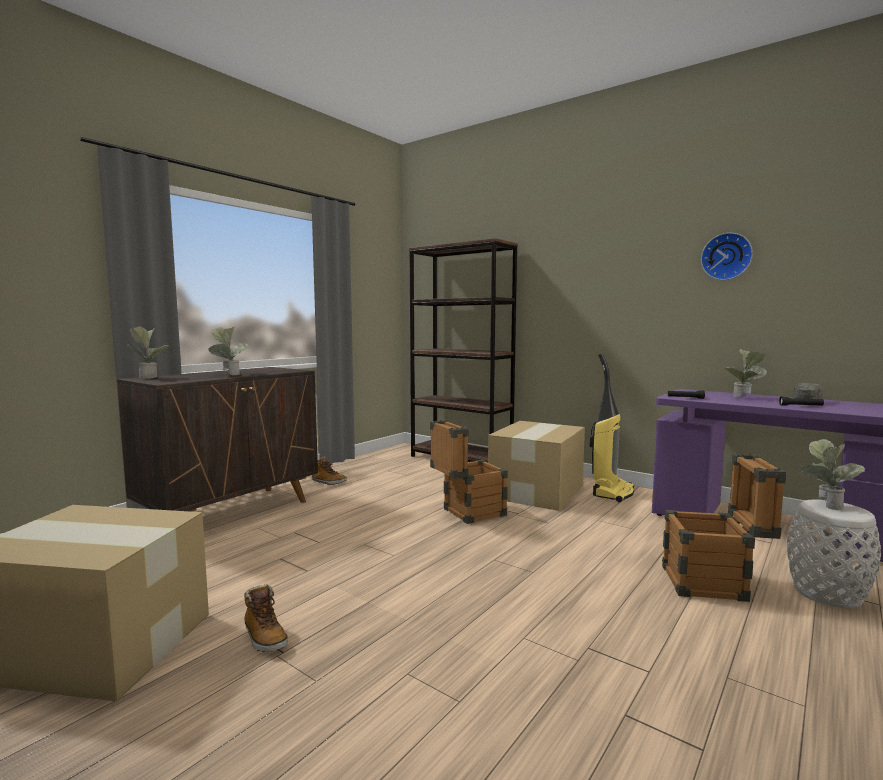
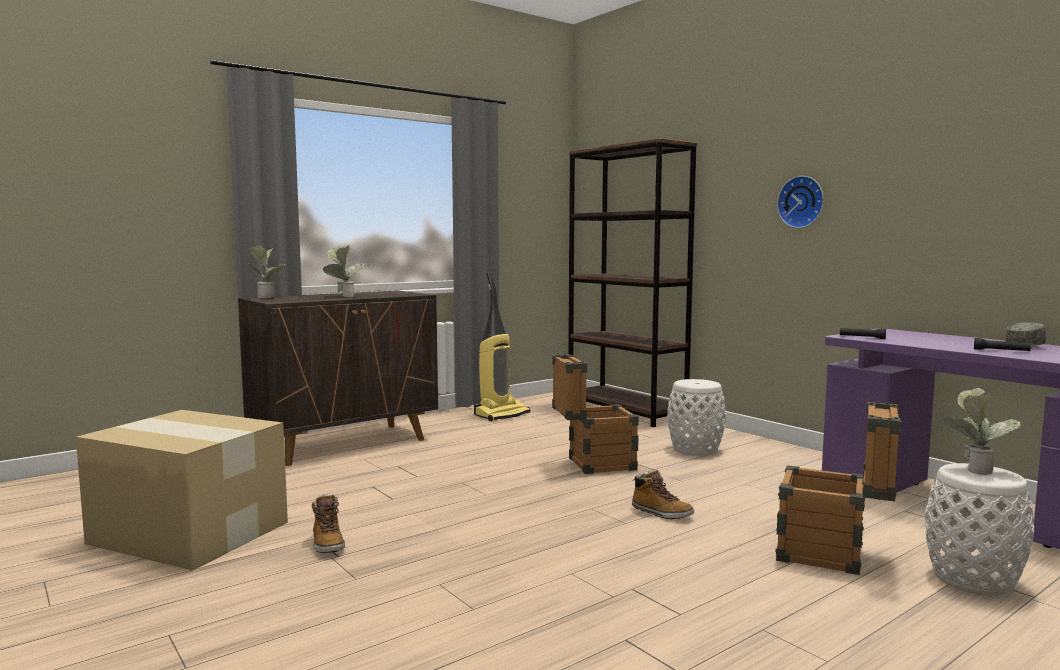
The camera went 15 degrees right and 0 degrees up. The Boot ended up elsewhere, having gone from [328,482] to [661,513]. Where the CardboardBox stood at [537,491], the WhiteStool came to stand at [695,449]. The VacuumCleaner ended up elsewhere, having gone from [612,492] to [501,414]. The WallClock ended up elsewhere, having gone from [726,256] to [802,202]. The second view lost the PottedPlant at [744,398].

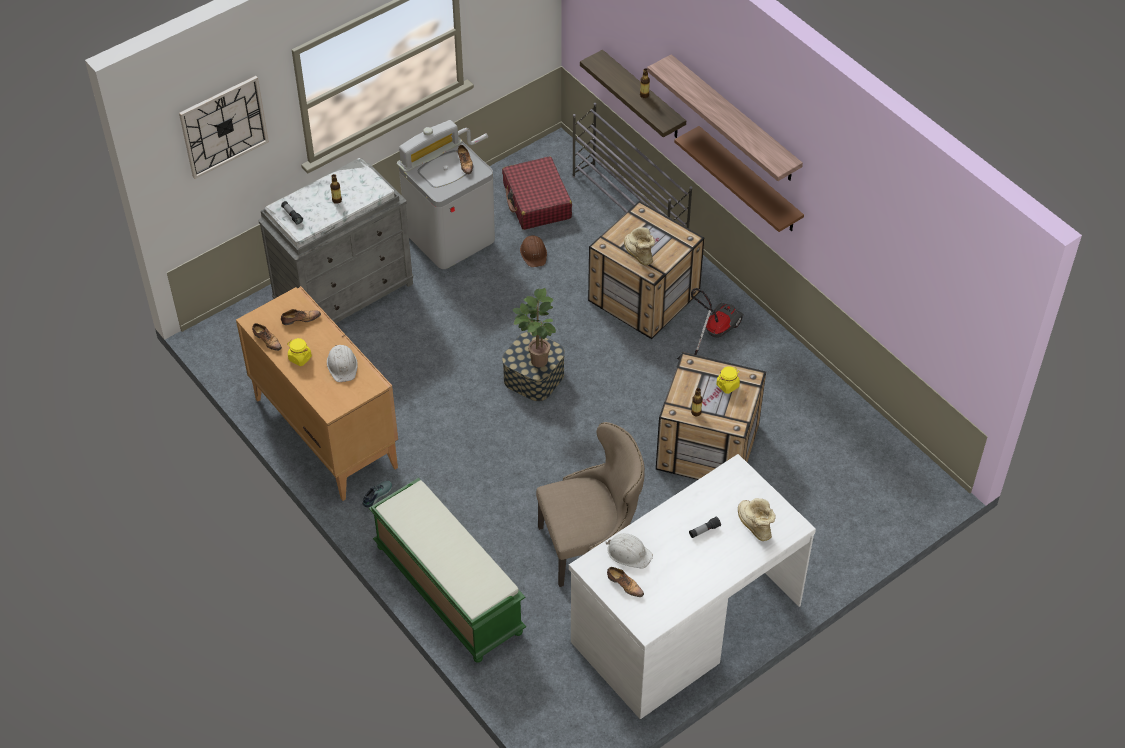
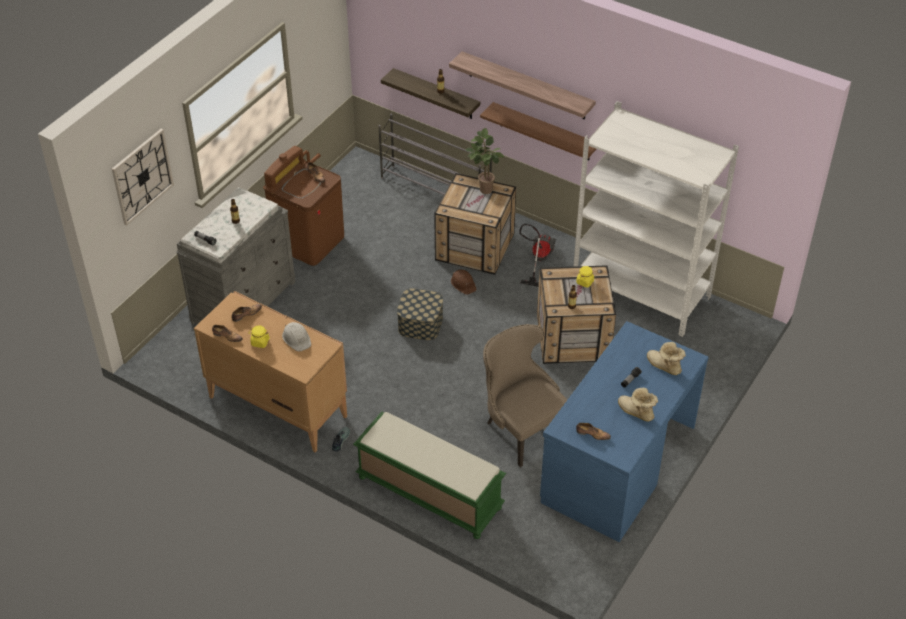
The camera went 20 degrees left and 5 degrees down. What was the GreyWashingMachine at [451,237] turned into the BrownWashingMachine at [309,241]. The second view lost the RedSuitcase at [537,202]. The PottedPlant ended up elsewhere, having gone from [537,359] to [483,189]. The BrownHardHat ended up elsewhere, having gone from [534,253] to [463,284]. The BeigeChair at [590,545] ended up facing another way, 90 degrees counterclockwise from before. What was the WhiteDesk at [684,622] turned into the BlueDesk at [617,464]. The second view lost the WhiteHardHat at [629,553]. The Boot ended up elsewhere, having gone from [638,254] to [636,413]. The second view gained the WhiteBookcase at [641,293].

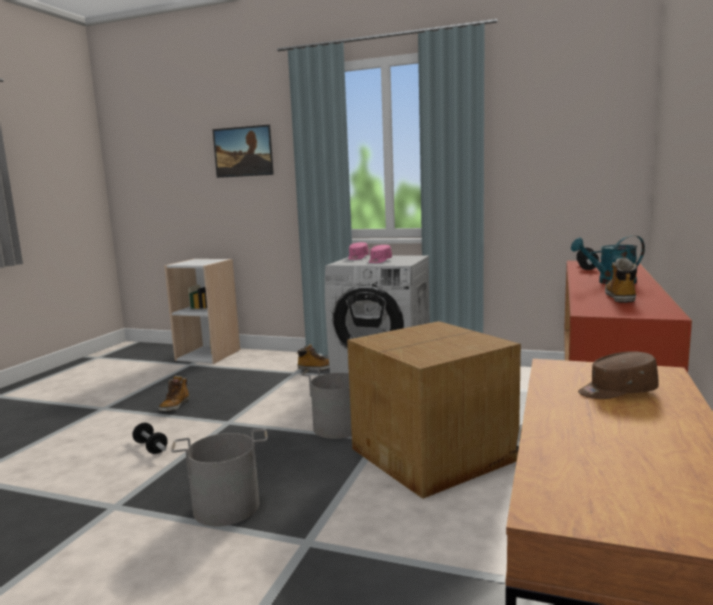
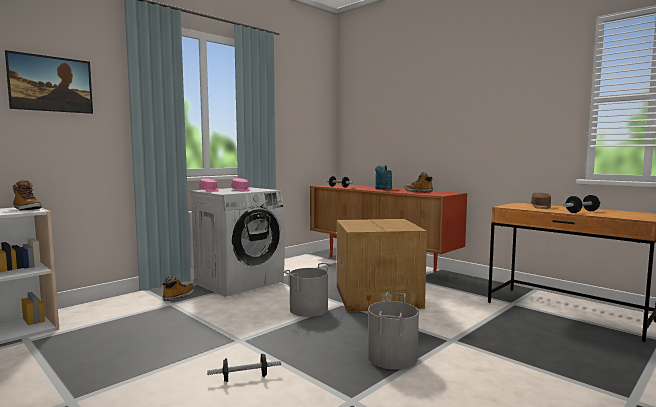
The camera went 65 degrees left and 5 degrees down. The Boot ended up elsewhere, having gone from [175,406] to [27,209]. The second view gained the Dumbbell at [582,212].

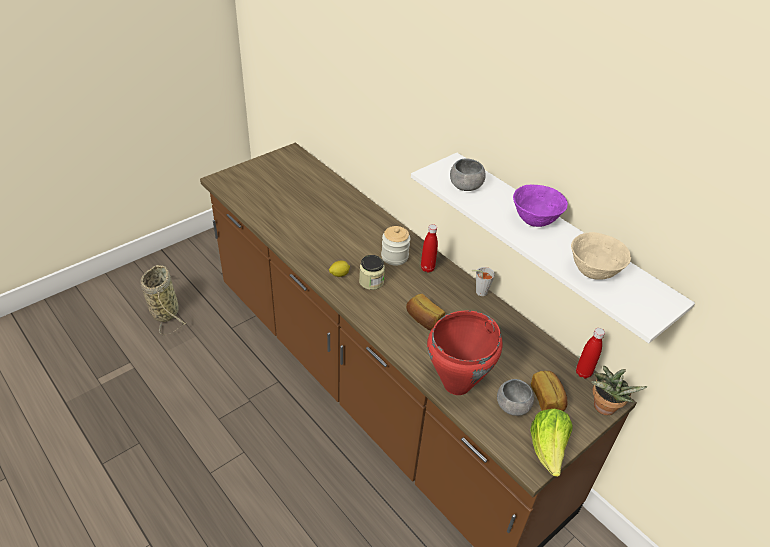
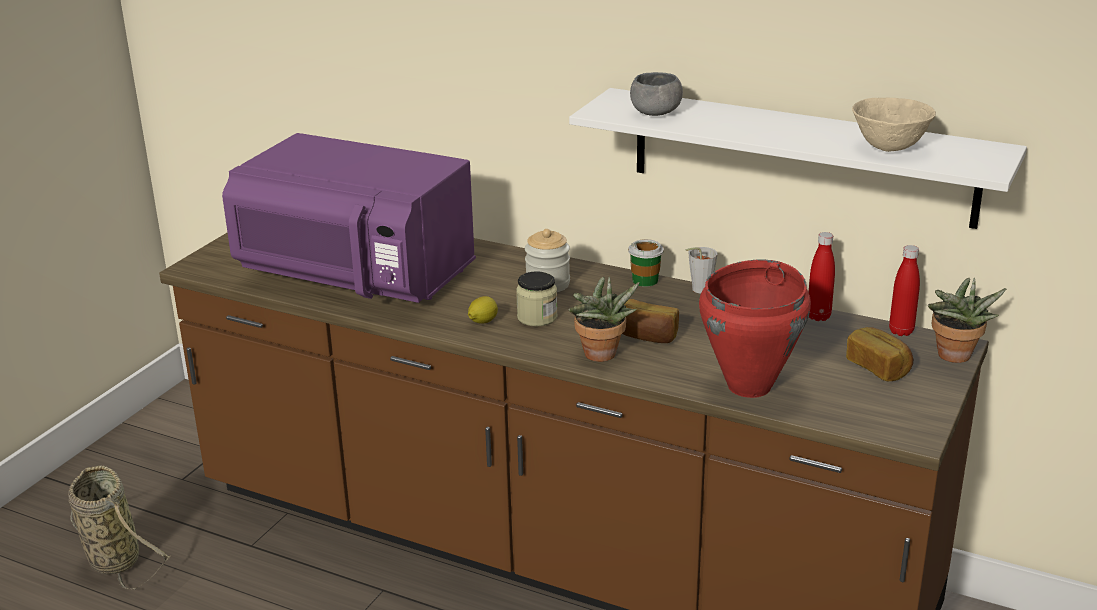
The camera went 20 degrees left and 15 degrees down. The RedBottle ended up elsewhere, having gone from [427,268] to [818,316]. The second view lost the GreyBowl at [512,406]. The second view lost the PurpleBowl at [534,220]. The second view lost the Lettuce at [548,450]. The second view gained the PurpleMicrowave at [356,276]. The second view gained the PottedPlant at [601,356]. The second view gained the Cup at [645,280].

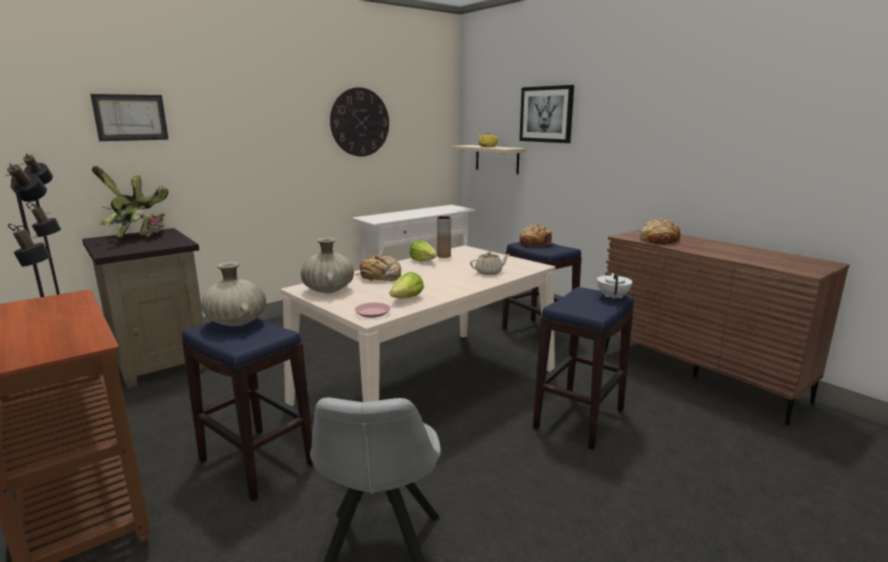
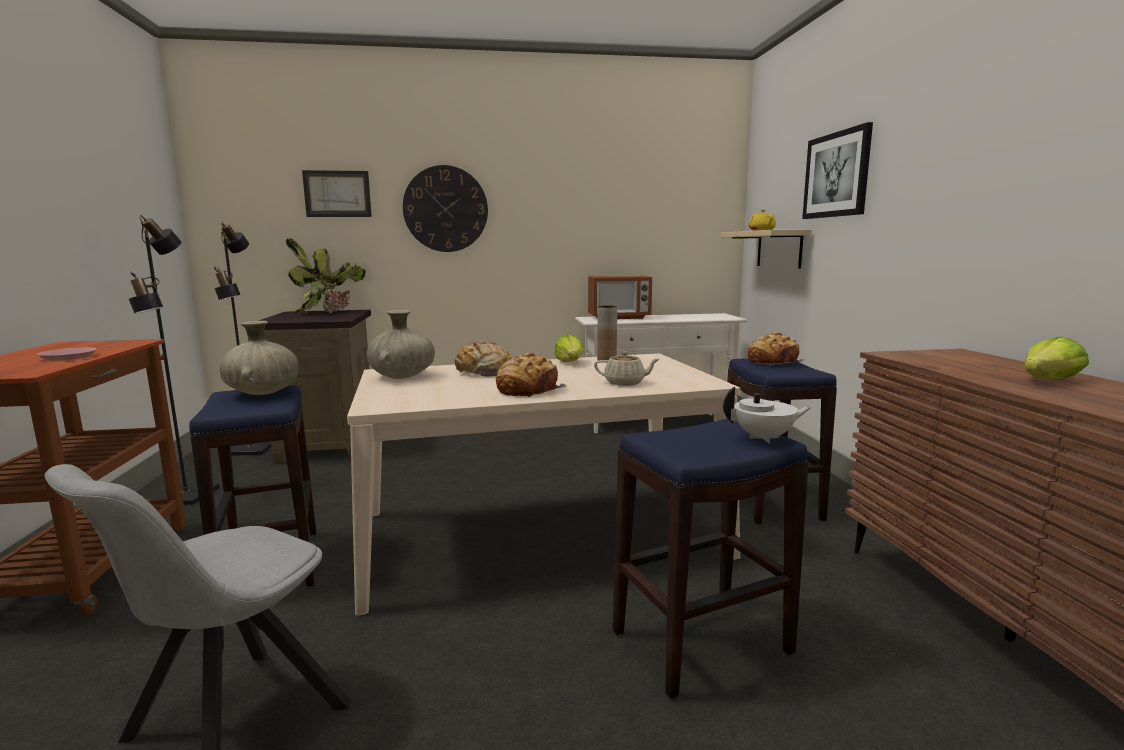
The camera went 30 degrees right and 5 degrees down. The WallClock ended up elsewhere, having gone from [360,122] to [445,209]. The PinkPlate ended up elsewhere, having gone from [372,313] to [68,357]. The Lettuce ended up elsewhere, having gone from [407,299] to [1049,381]. The WhiteTeapot at [613,297] ended up facing another way, 45 degrees clockwise from before. The Bread ended up elsewhere, having gone from [659,240] to [528,389]. The second view gained the Microwave at [619,317].

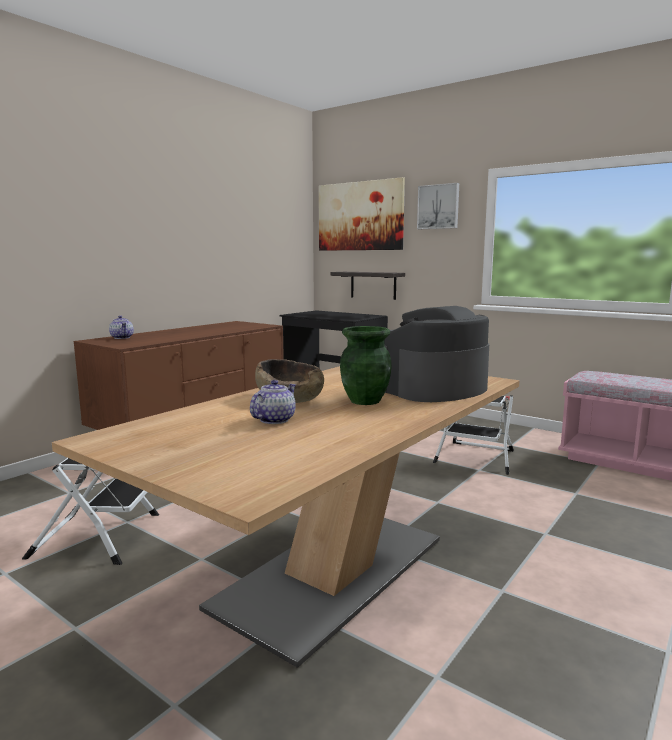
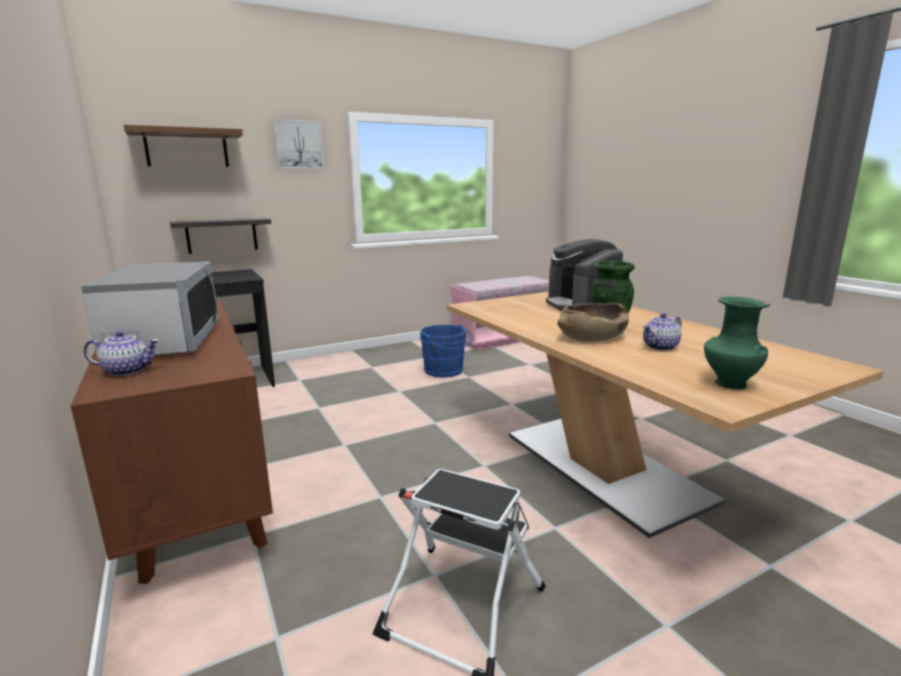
The camera went 65 degrees left and 5 degrees up. The Teapot at [274,420] ended up facing another way, 90 degrees counterclockwise from before. Where the Picture hung at [360,216], the BrownShelf came to hang at [187,148]. Where the StepLadder stood at [476,457], the BlueBucket came to stand at [445,371]. The second view gained the Microwave at [165,341]. The second view gained the GreenVase at [728,384].

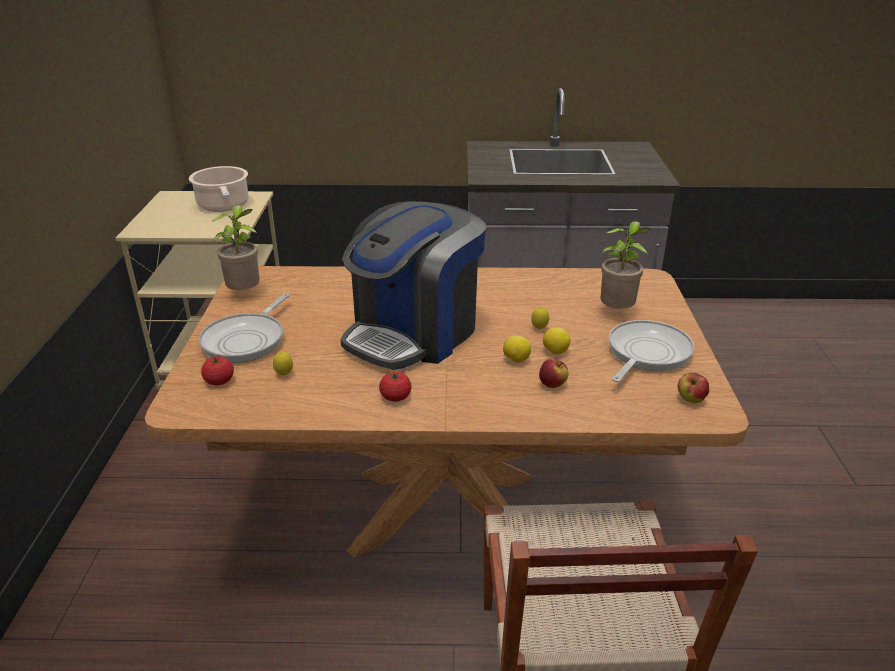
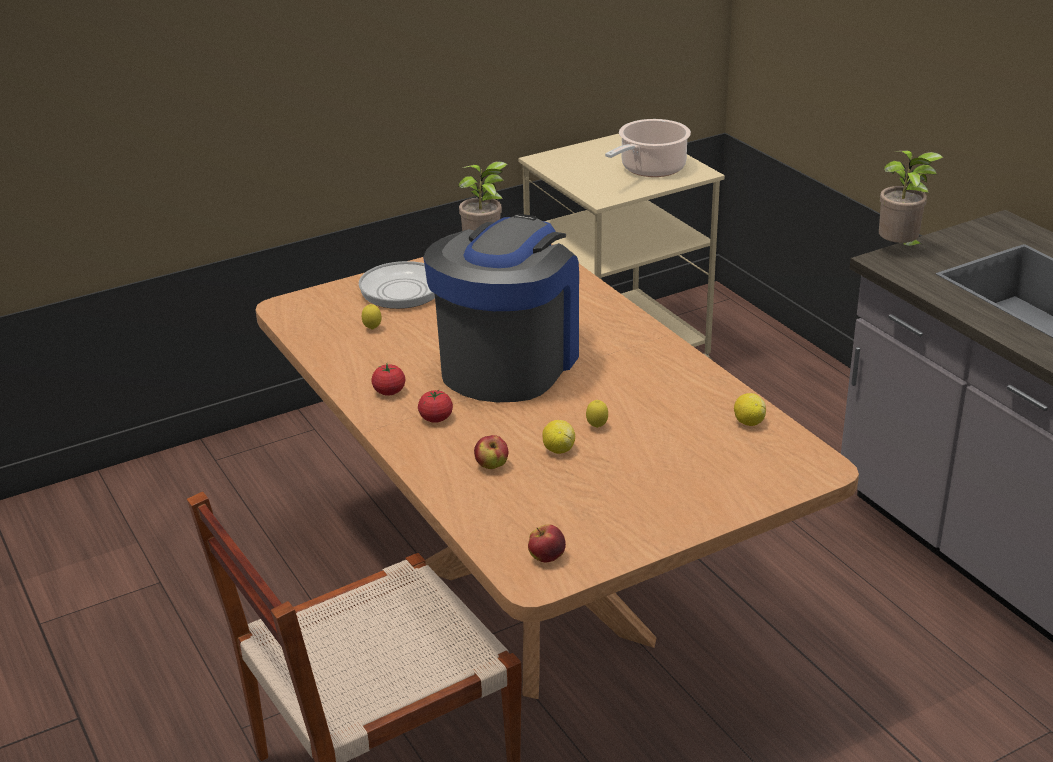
The camera went 60 degrees right and 0 degrees up. The Tomato ended up elsewhere, having gone from [219,381] to [436,418]. The CoffeeMachine at [414,333] ended up facing another way, 105 degrees clockwise from before. The Lemon ended up elsewhere, having gone from [516,360] to [748,422]. The PottedPlant ended up elsewhere, having gone from [617,312] to [900,250]. The second view lost the FryingPan at [646,354].

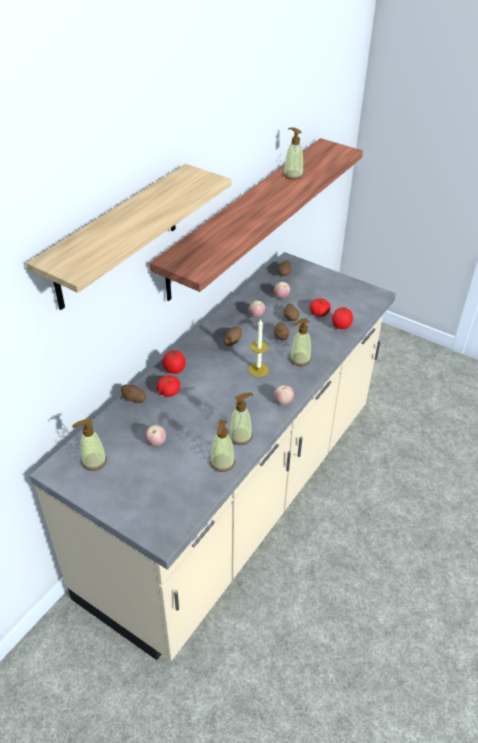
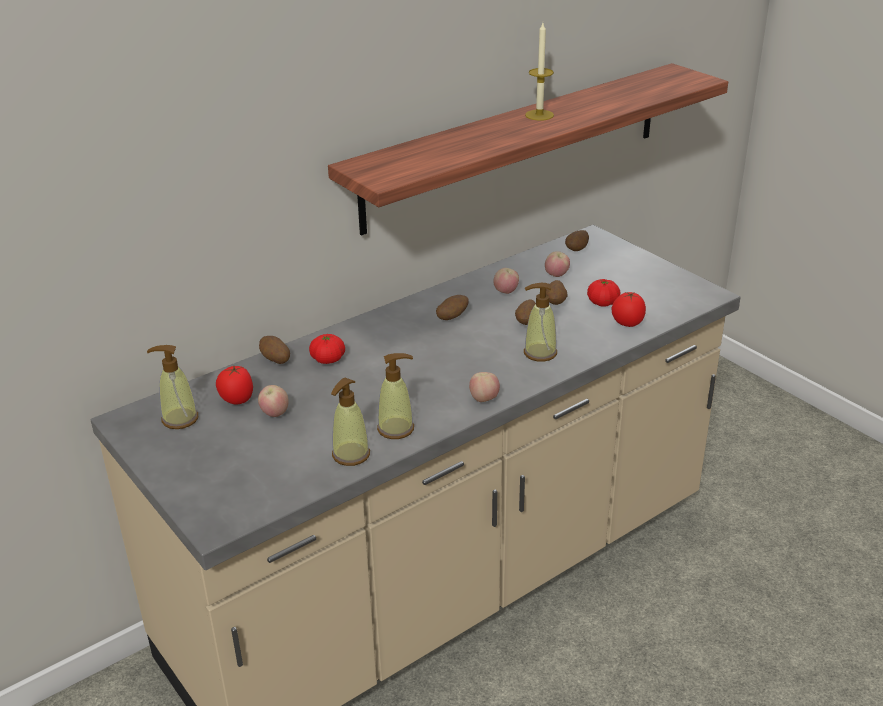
The camera went 20 degrees right and 10 degrees down. The second view lost the Shelf at [117,237]. The Tomato ended up elsewhere, having gone from [174,370] to [237,400]. The Candle ended up elsewhere, having gone from [258,369] to [539,115]. The second view lost the SoapDispenser at [293,175].

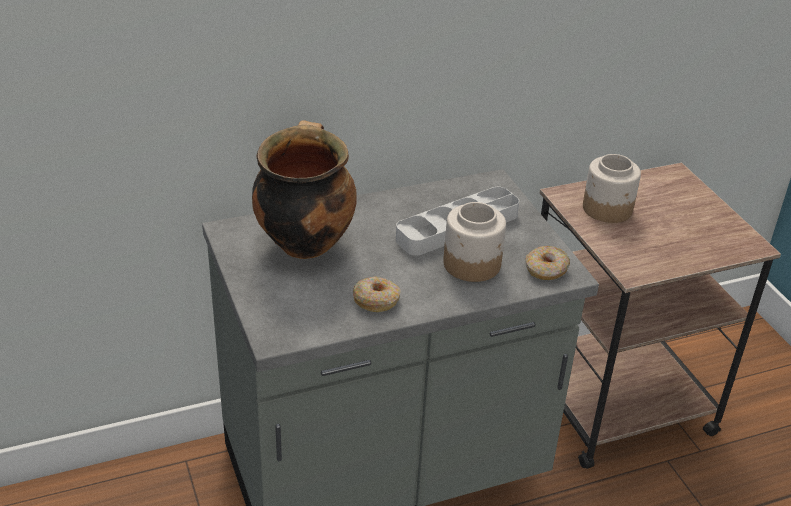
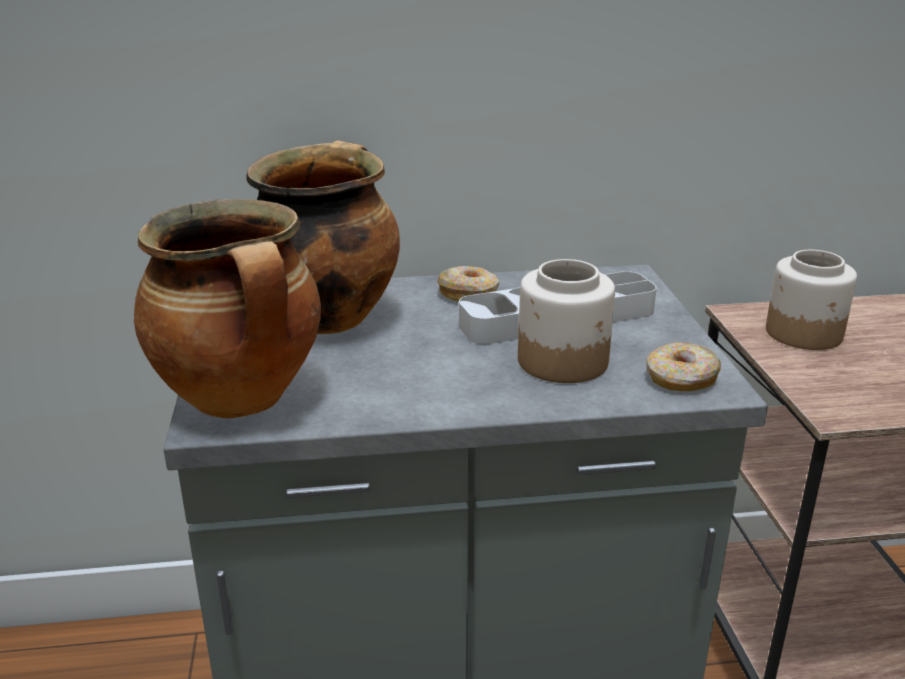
The camera went 15 degrees right and 10 degrees down. The Donut ended up elsewhere, having gone from [376,300] to [468,293]. The second view gained the CookingPot at [243,399].

